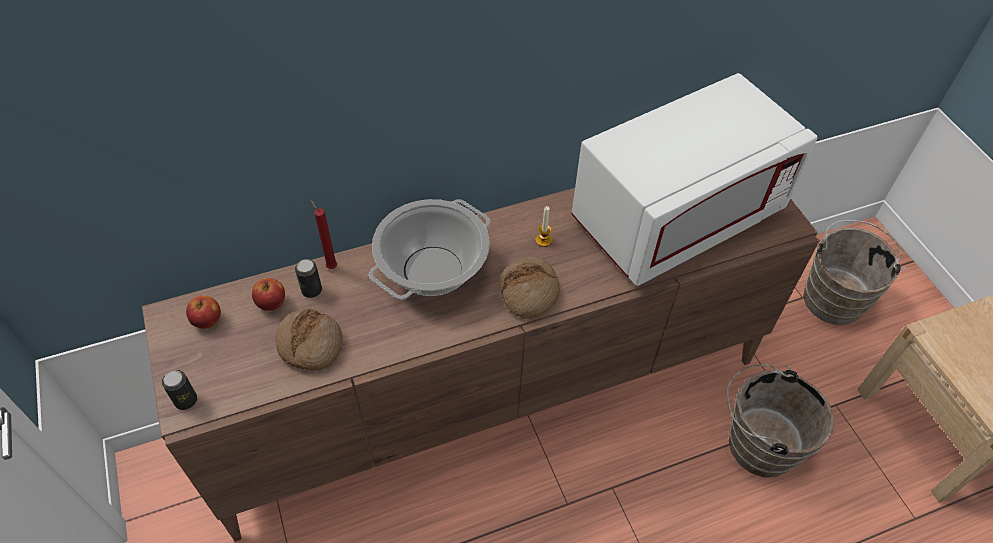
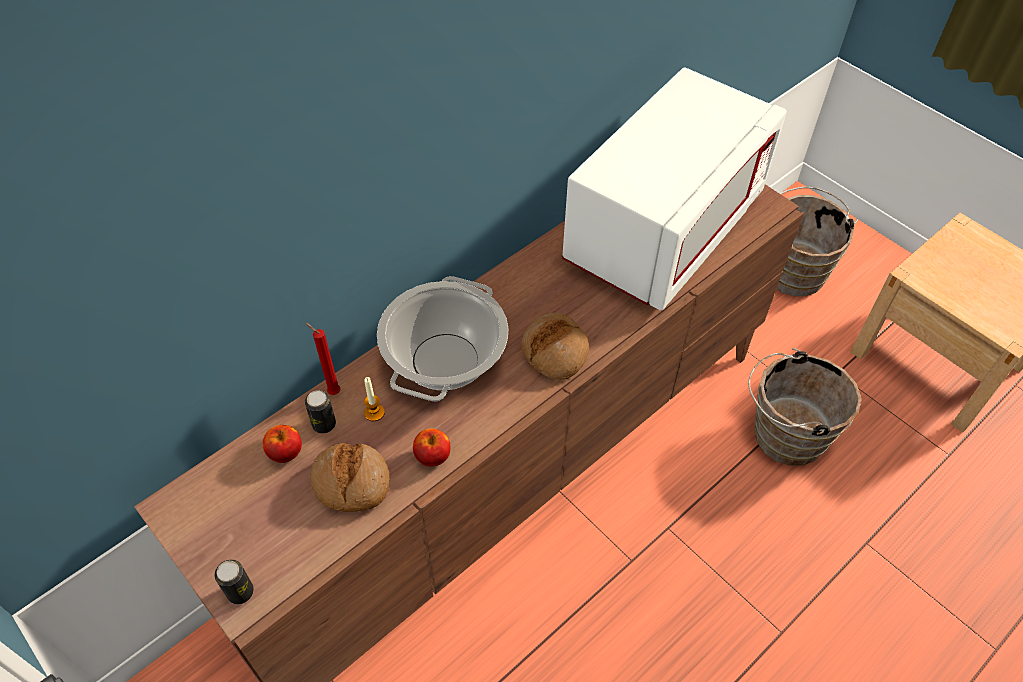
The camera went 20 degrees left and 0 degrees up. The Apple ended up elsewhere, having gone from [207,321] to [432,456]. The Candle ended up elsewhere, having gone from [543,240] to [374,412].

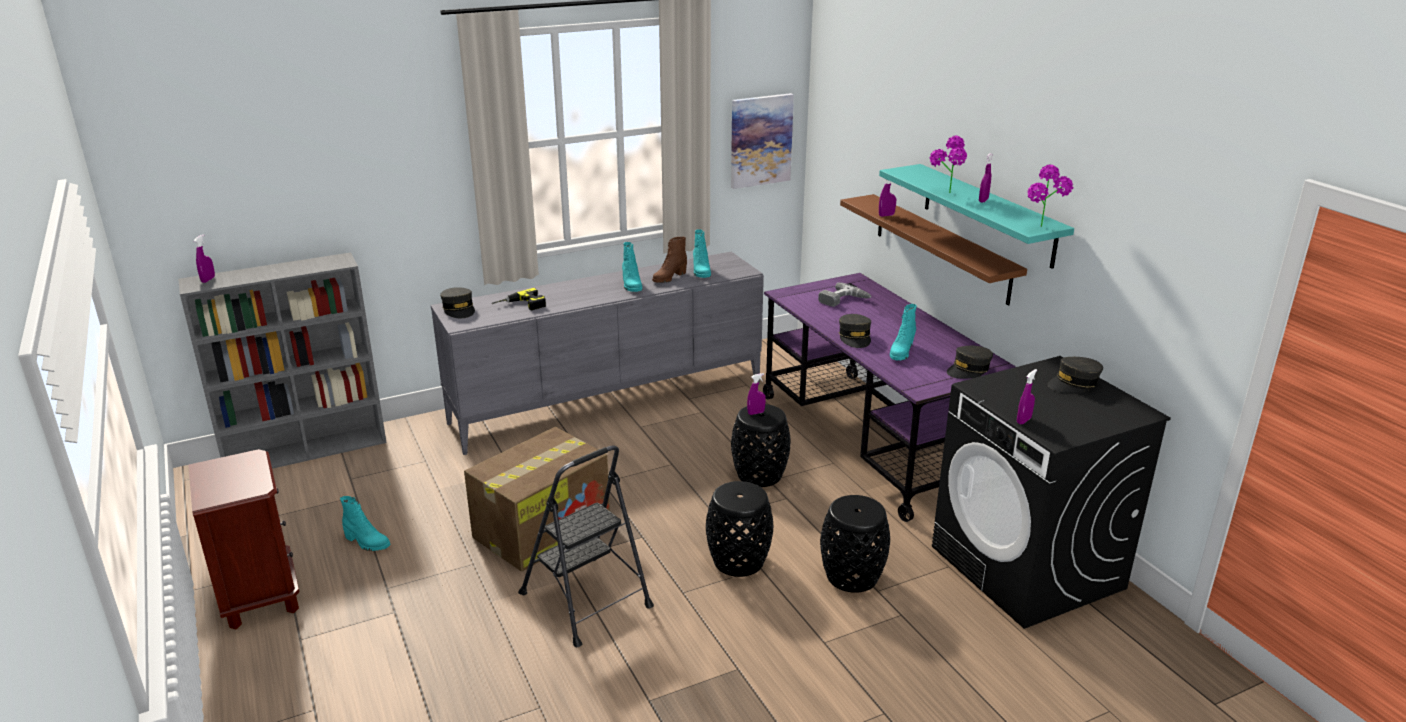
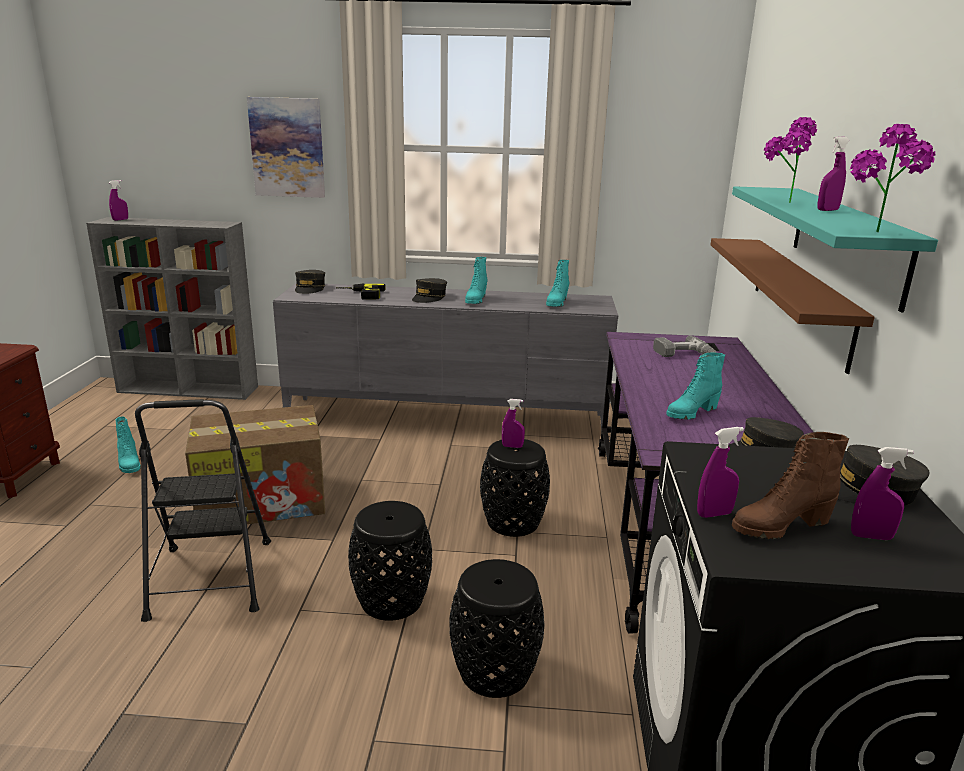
The camera went 30 degrees right and 5 degrees down. The BrownBoot ended up elsewhere, having gone from [669,278] to [780,526]. The Picture ended up elsewhere, having gone from [760,140] to [287,148]. The GreyCap ended up elsewhere, having gone from [855,337] to [429,297]. The PurpleSprayBottle ended up elsewhere, having gone from [886,215] to [871,536].

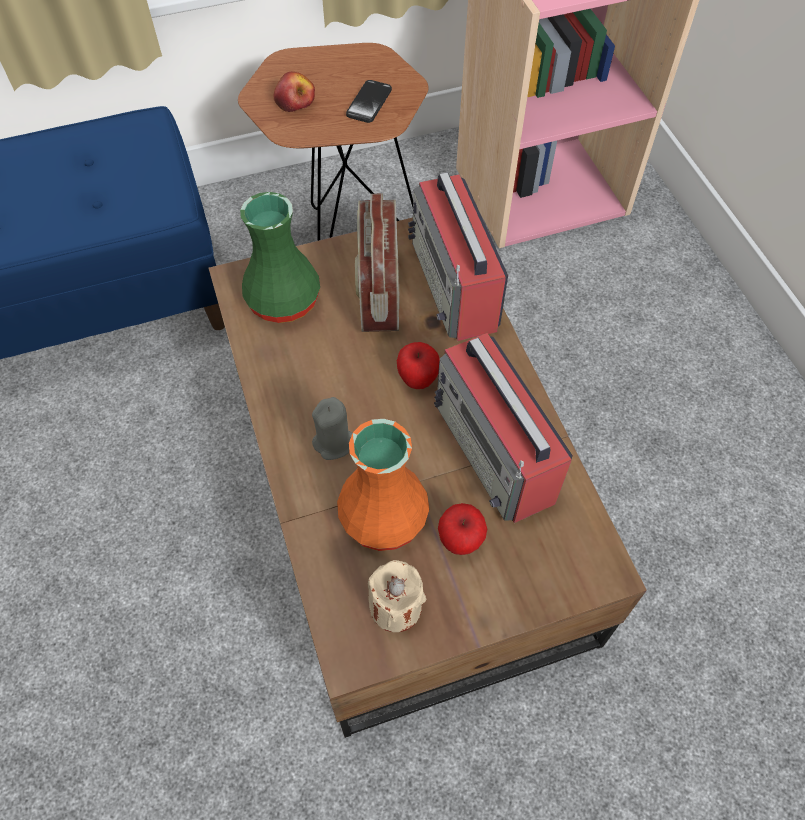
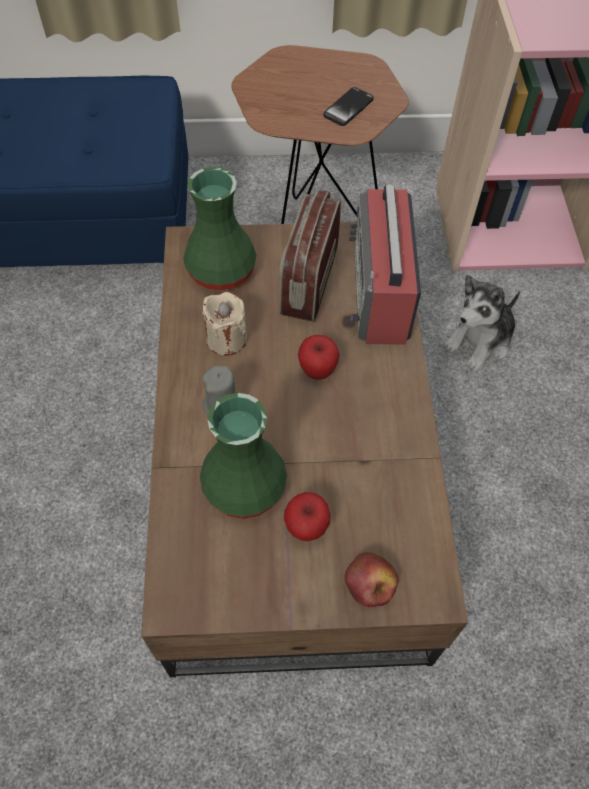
The camera went 15 degrees right and 0 degrees up. The Apple ended up elsewhere, having gone from [295,101] to [370,583]. What was the OrangeVase at [384,518] turned into the GreenVase at [244,488]. The BeigeCandle ended up elsewhere, having gone from [395,607] to [226,339]. The second view lost the Radio at [495,453]. The second view gained the PlushToy at [480,341].

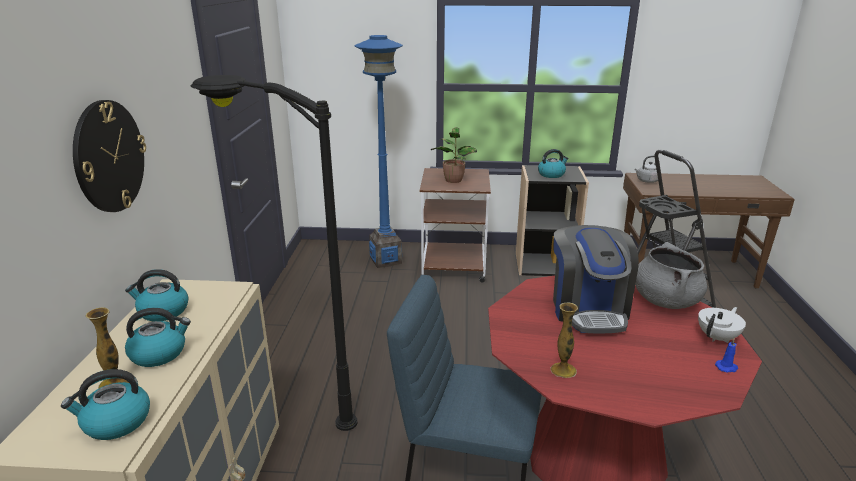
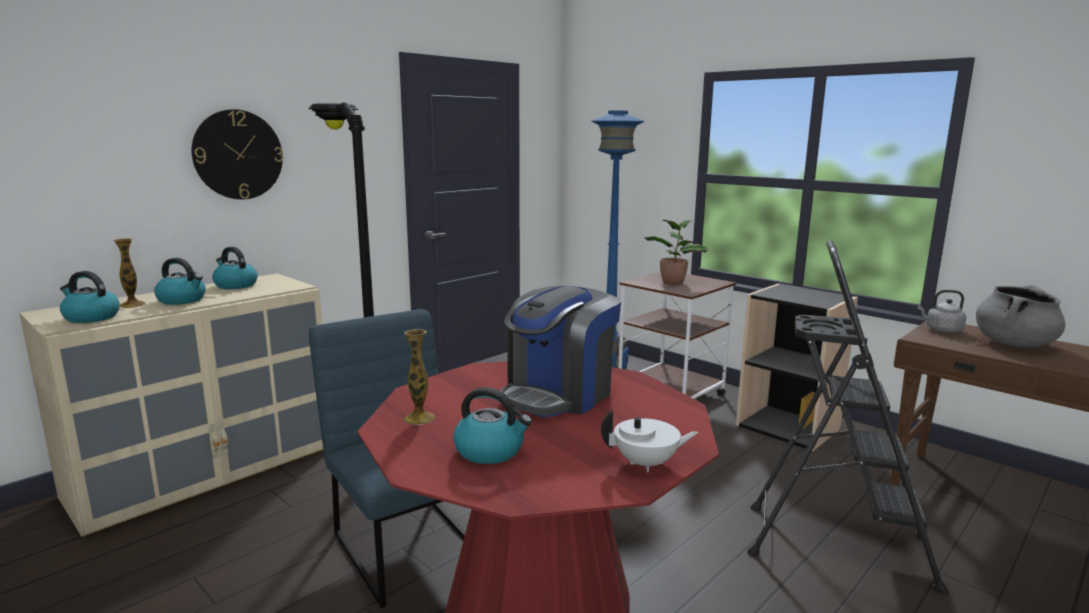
The camera went 40 degrees right and 10 degrees down. The Kettle ended up elsewhere, having gone from [551,174] to [490,451]. The GreyCookingPot ended up elsewhere, having gone from [665,300] to [1014,344]. The second view lost the BlueCandle at [727,367].

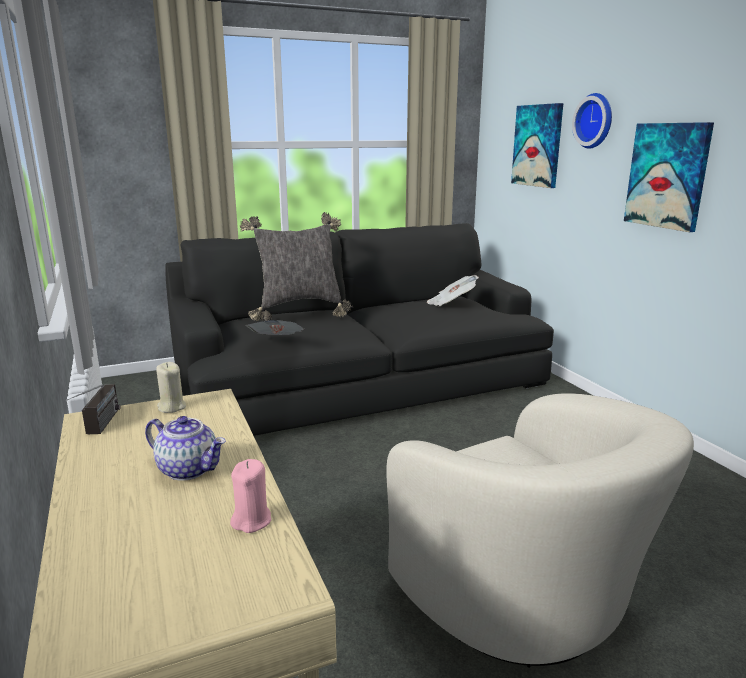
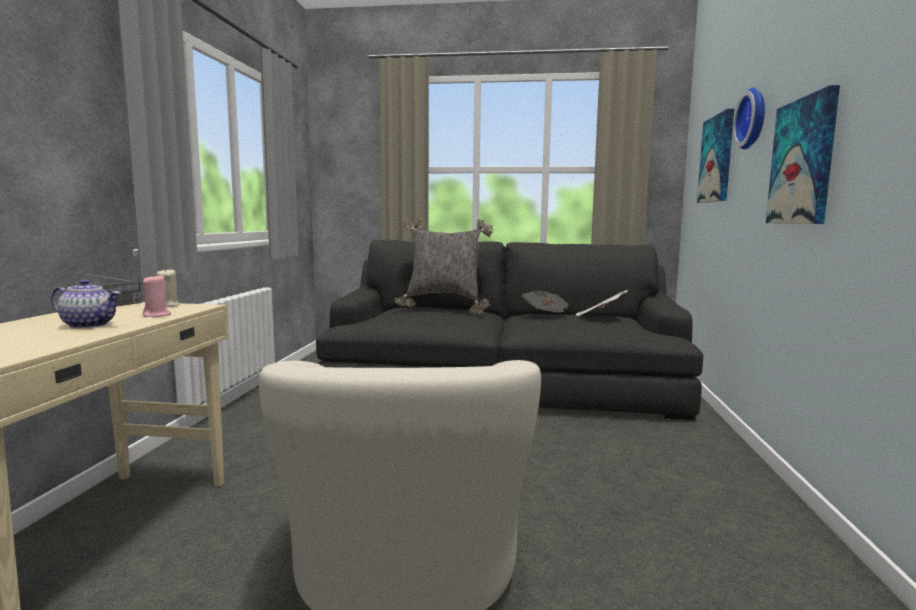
The camera went 30 degrees right and 10 degrees down. The Teapot at [189,469] ended up facing another way, 45 degrees counterclockwise from before. The PinkCandle ended up elsewhere, having gone from [252,521] to [157,315]. The Newspaper ended up elsewhere, having gone from [277,343] to [546,315].

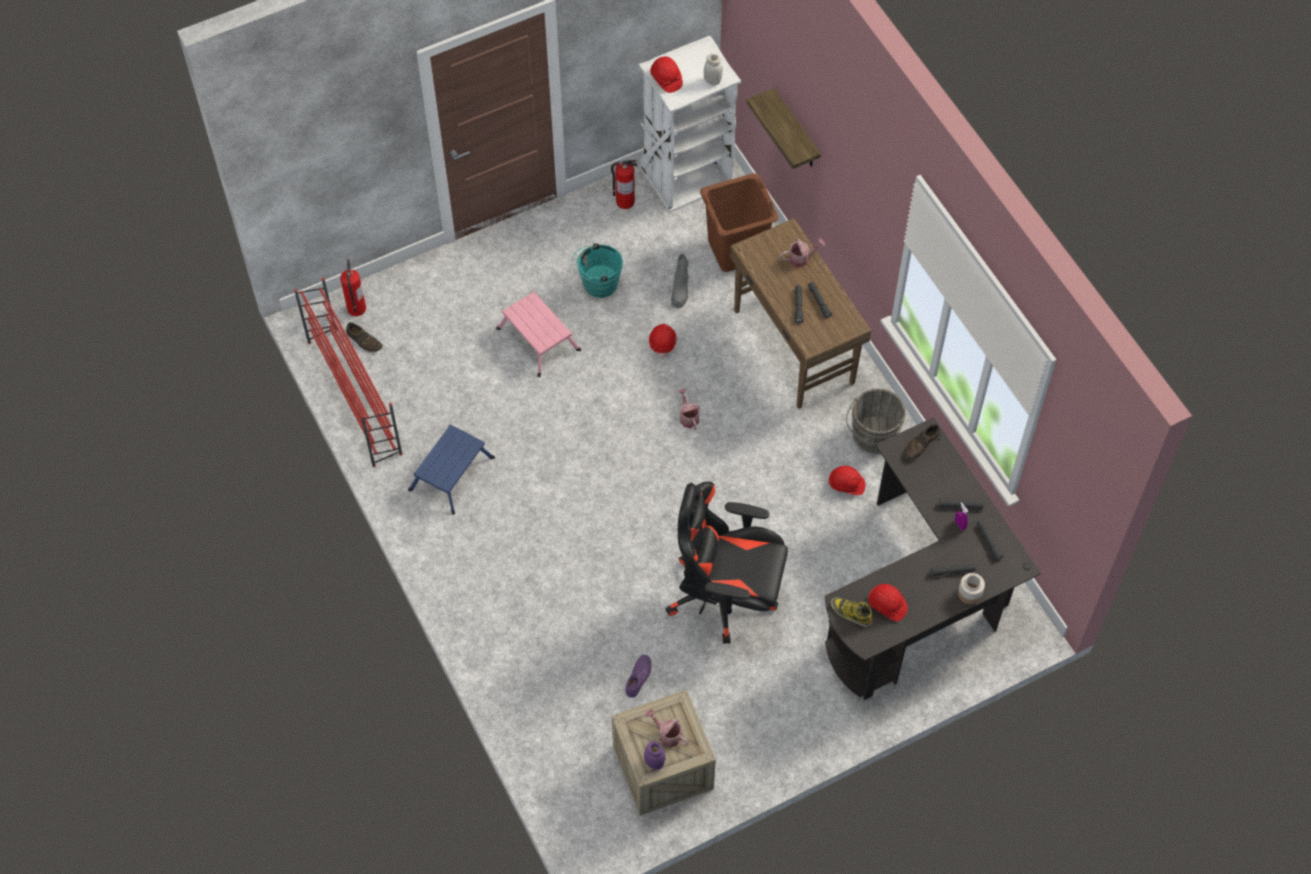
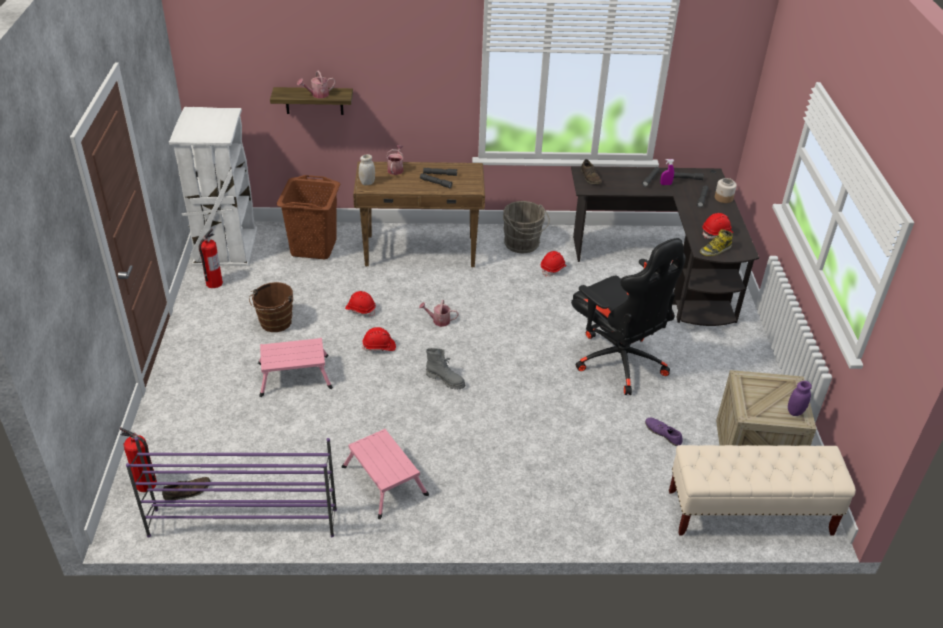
The camera went 65 degrees left and 20 degrees down. What was the RedShoeRack at [354,396] turned into the PurpleShoeRack at [242,522]. What was the BlueStepLadder at [452,473] turned into the PinkStepLadder at [384,480]. What was the TurquoiseBucket at [597,284] turned into the BrownBucket at [274,324]. The WateringCan ended up elsewhere, having gone from [667,734] to [317,95]. The RedHardHat ended up elsewhere, having gone from [666,79] to [379,347]. The BlackOfficeChair at [728,598] ended up facing another way, 75 degrees counterclockwise from before. The GreyBoot ended up elsewhere, having gone from [680,291] to [446,380]. The WhiteJar ended up elsewhere, having gone from [712,81] to [367,183]. The second view gained the BeigeBench at [749,513].

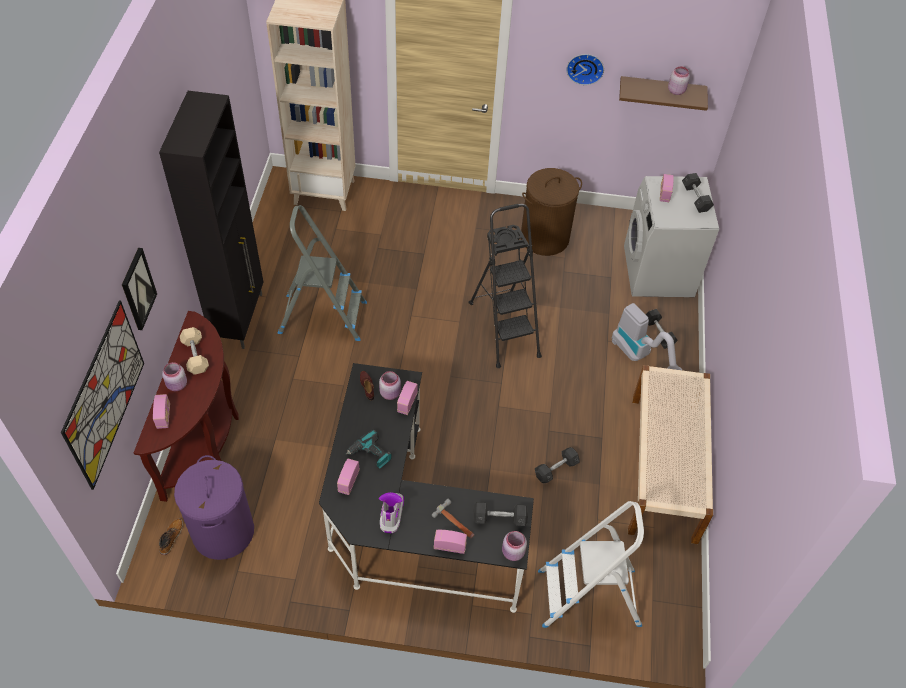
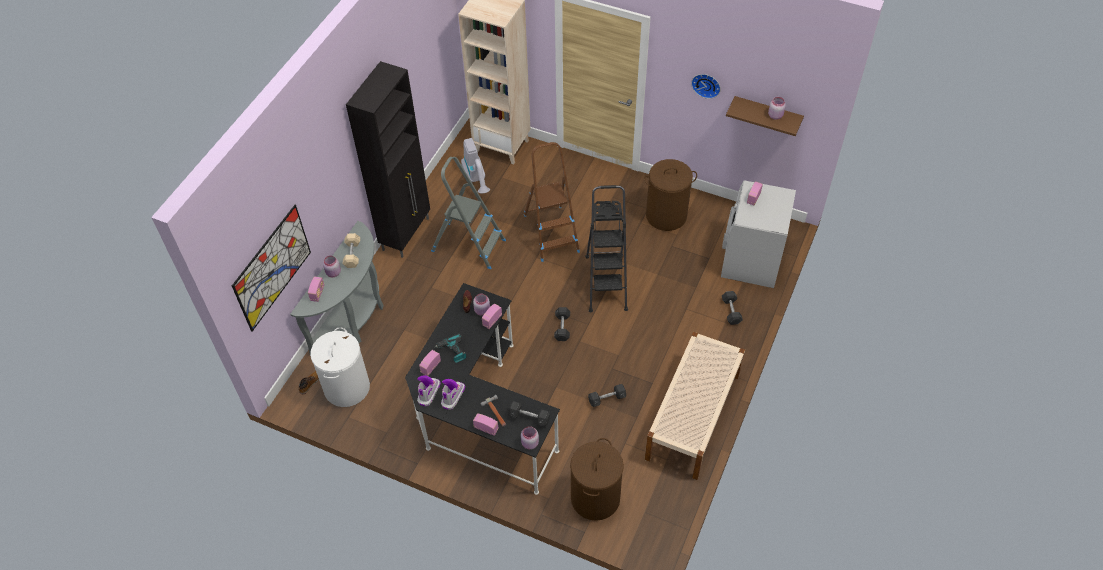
The camera went 20 degrees right and 0 degrees up. The second view lost the Picture at [138,289]. What was the BrownConsoleTable at [204,439] turned into the GreyConsoleTable at [353,318]. What was the PurpleLaundryBasket at [223,531] turned into the WhiteLaundryBasket at [346,387]. Where the WhiteStepLadder stood at [588,598], the BrownLaundryBasket came to stand at [595,498]. The VacuumCleaner ended up elsewhere, having gone from [640,356] to [477,180]. The GreyDumbbell ended up elsewhere, having gone from [695,198] to [562,327]. The second view gained the Boot at [428,393]. The second view gained the BrownStepLadder at [551,233].

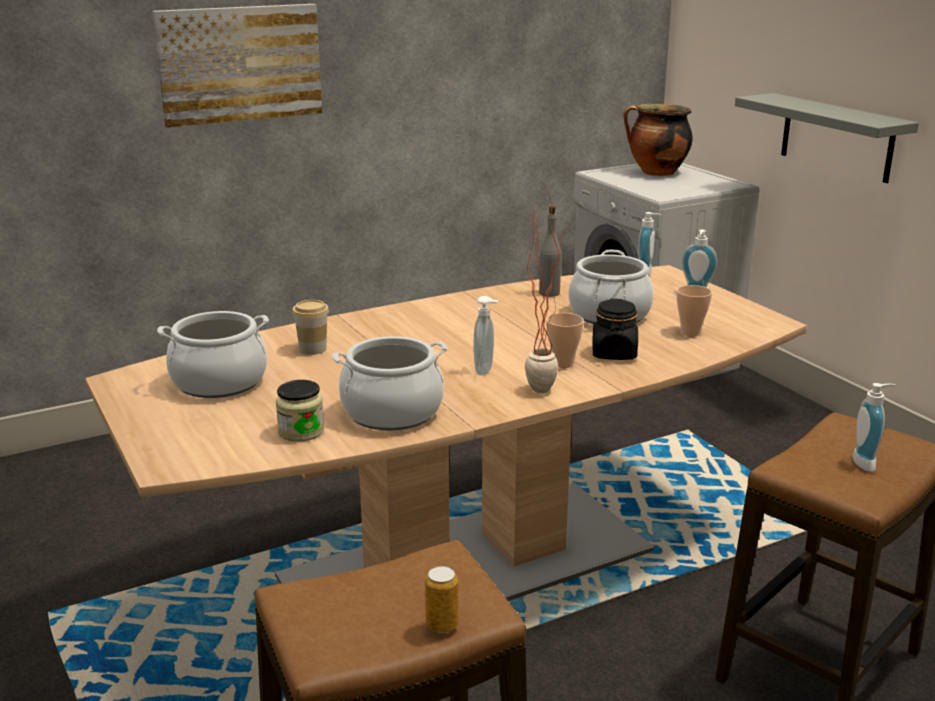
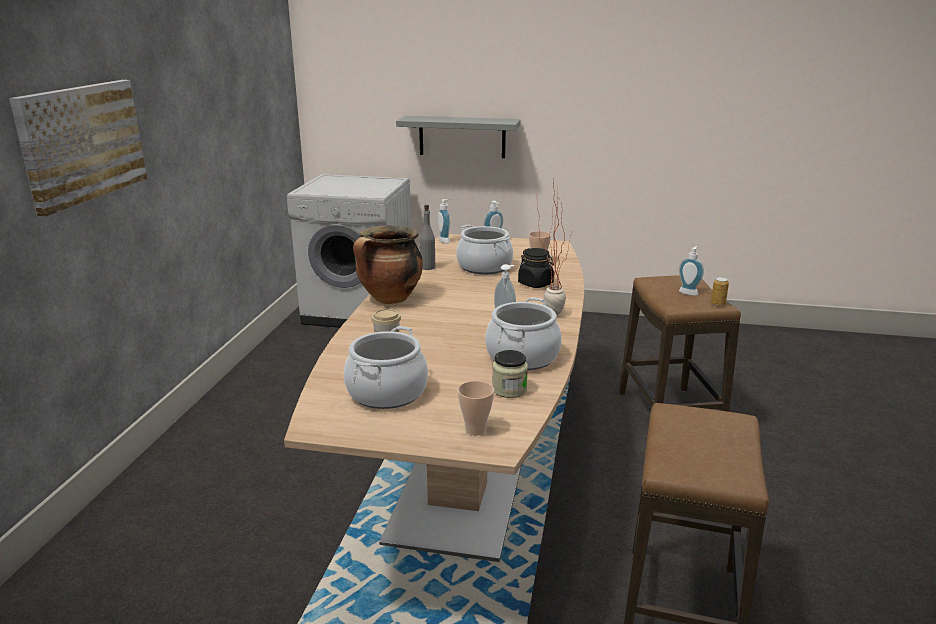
The camera went 50 degrees left and 0 degrees up. The Can ended up elsewhere, having gone from [442,625] to [718,304]. The Cup ended up elsewhere, having gone from [563,363] to [475,430]. The CookingPot ended up elsewhere, having gone from [656,173] to [390,299].

